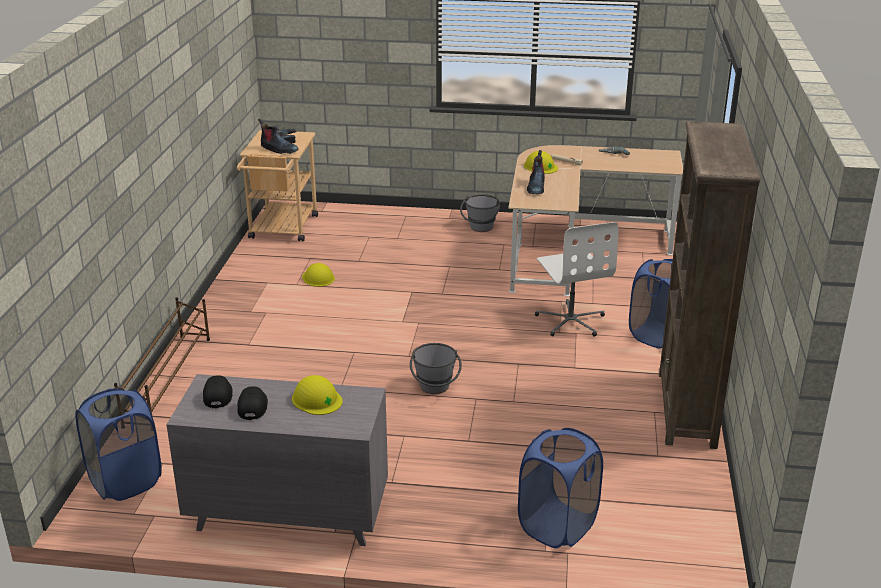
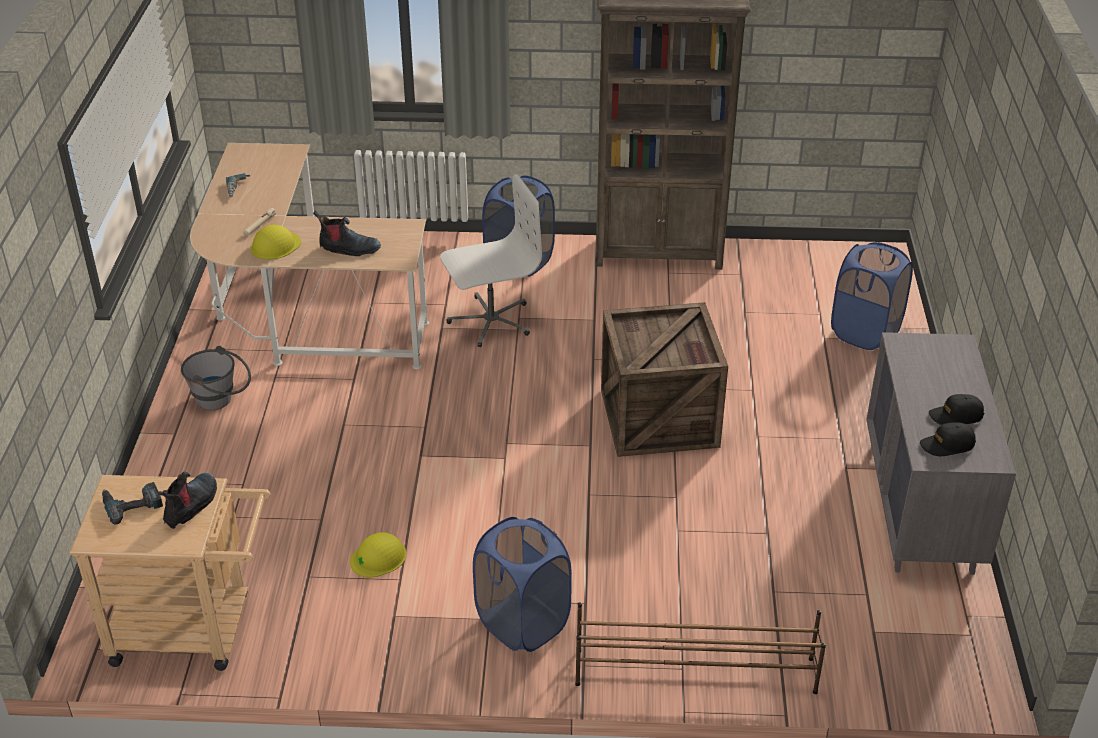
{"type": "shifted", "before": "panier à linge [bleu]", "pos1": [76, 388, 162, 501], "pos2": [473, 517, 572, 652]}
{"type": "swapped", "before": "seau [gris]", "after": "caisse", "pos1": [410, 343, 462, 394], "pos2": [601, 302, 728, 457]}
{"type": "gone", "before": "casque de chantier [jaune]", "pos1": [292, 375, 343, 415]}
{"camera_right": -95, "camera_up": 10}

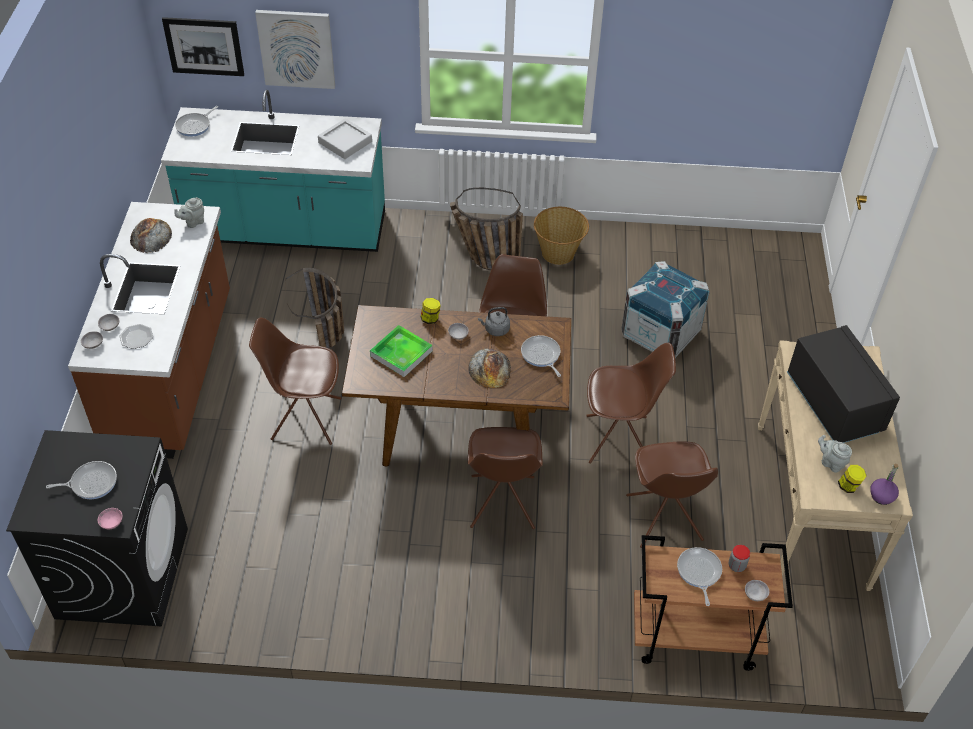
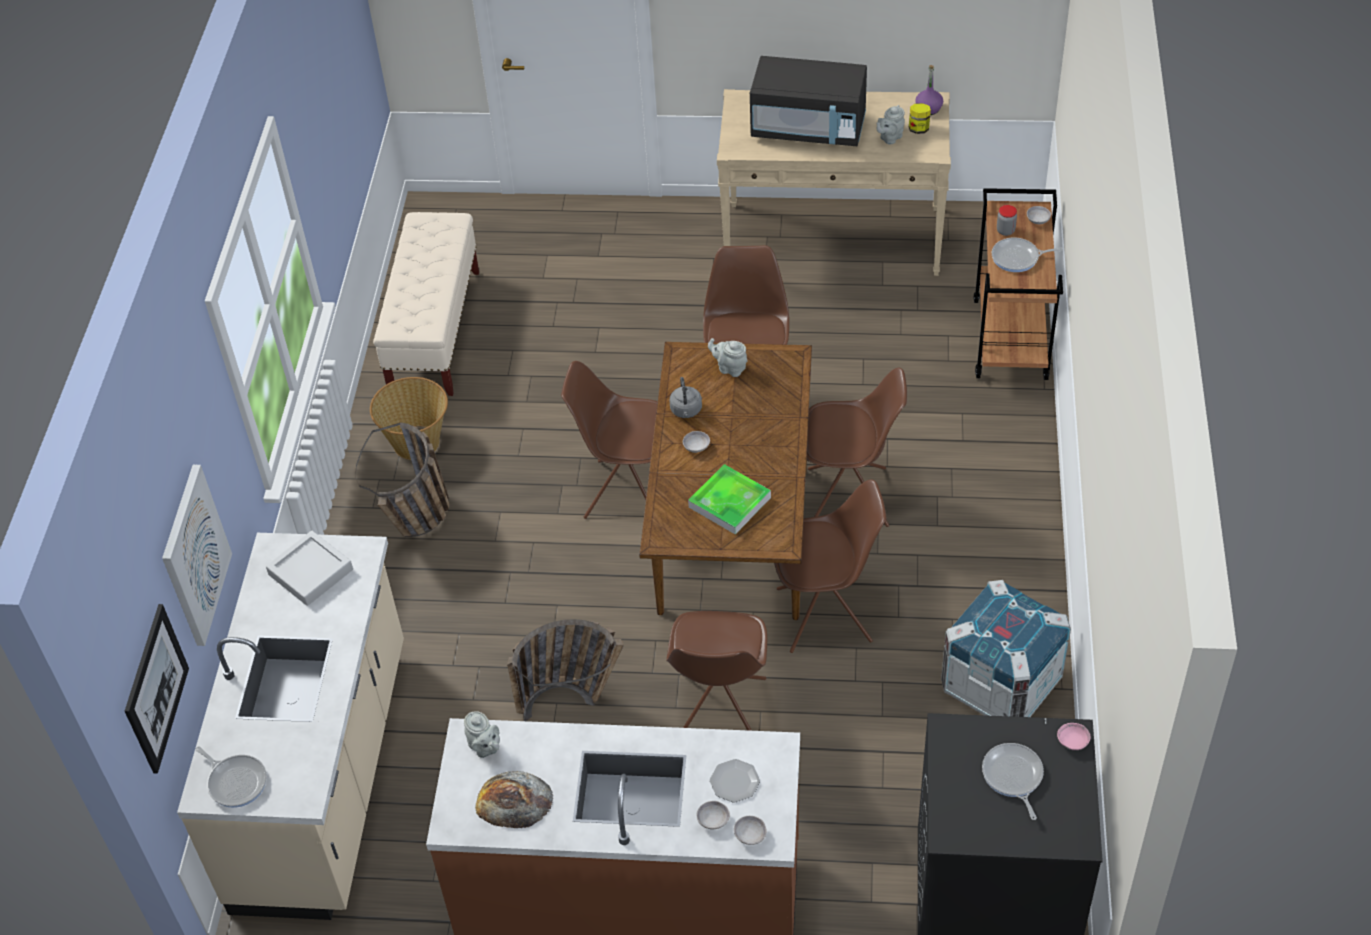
{"type": "repainted", "before": "comptoir de cuisine [turquoise]", "after": "comptoir de cuisine [beige]", "pos1": [161, 90, 385, 252], "pos2": [177, 533, 404, 920]}
{"type": "new", "after": "banc [beige]", "pos2": [373, 212, 479, 396]}
{"type": "swapped", "before": "poêle", "after": "théière [gris]", "pos1": [521, 335, 561, 377], "pos2": [708, 338, 747, 377]}
{"type": "rotated", "before": "micro-ondes [noir]", "pos1": [787, 325, 900, 443], "pos2": [750, 56, 867, 146], "turn": -150}
{"type": "shifted", "before": "chaise [marron]", "pos1": [626, 441, 718, 548], "pos2": [774, 479, 887, 653]}
{"type": "shifted", "before": "caisse", "pos1": [621, 261, 710, 358], "pos2": [941, 580, 1071, 717]}
{"type": "gone", "before": "bocal", "pos1": [421, 298, 440, 324]}
{"type": "gone", "before": "pain", "pos1": [468, 348, 511, 388]}
{"camera_right": -85, "camera_up": 0}

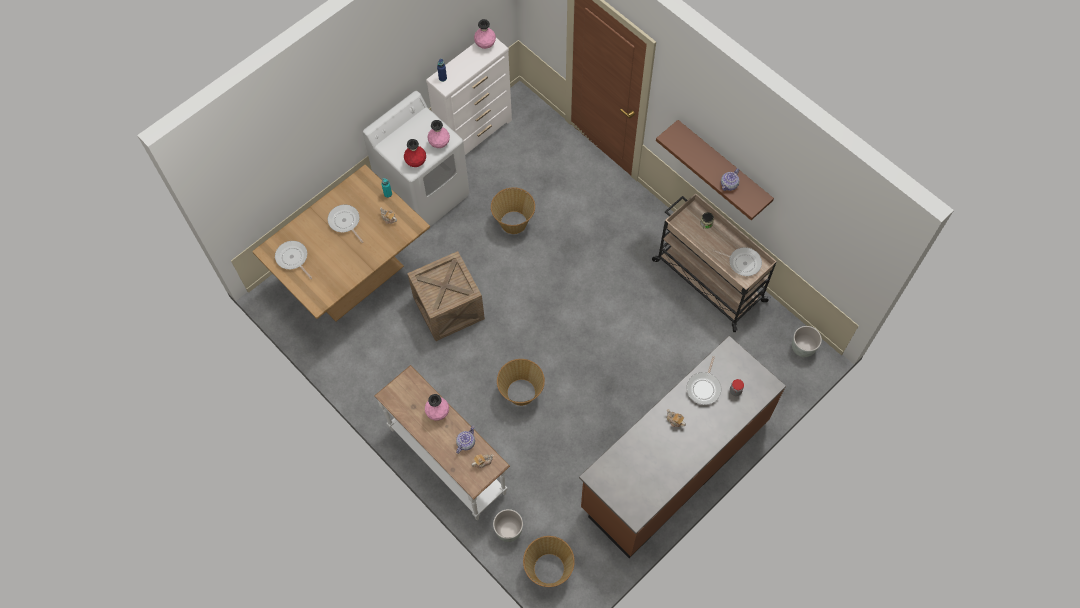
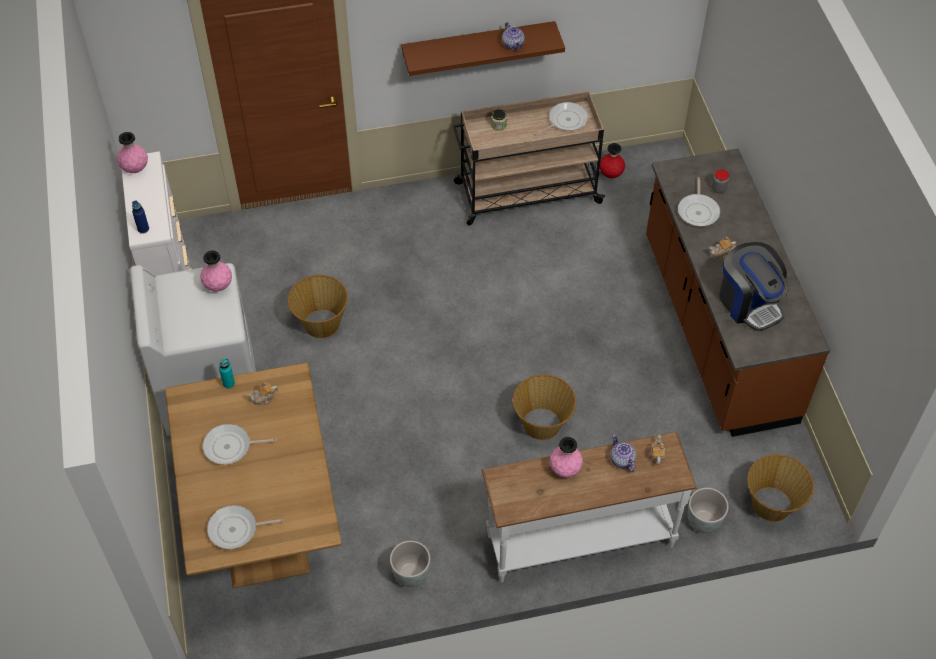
{"type": "shifted", "before": "cache-pot [gris]", "pos1": [792, 326, 822, 357], "pos2": [390, 541, 430, 587]}
{"type": "shifted", "before": "vase [rouge]", "pos1": [404, 139, 426, 167], "pos2": [600, 143, 625, 178]}
{"type": "rotated", "before": "poêle", "pos1": [687, 356, 721, 405], "pos2": [678, 177, 720, 226], "turn": 45}
{"type": "new", "after": "machine à café", "pos2": [719, 242, 789, 331]}
{"type": "gone", "before": "caisse", "pos1": [407, 251, 485, 341]}
{"camera_right": -60, "camera_up": -10}

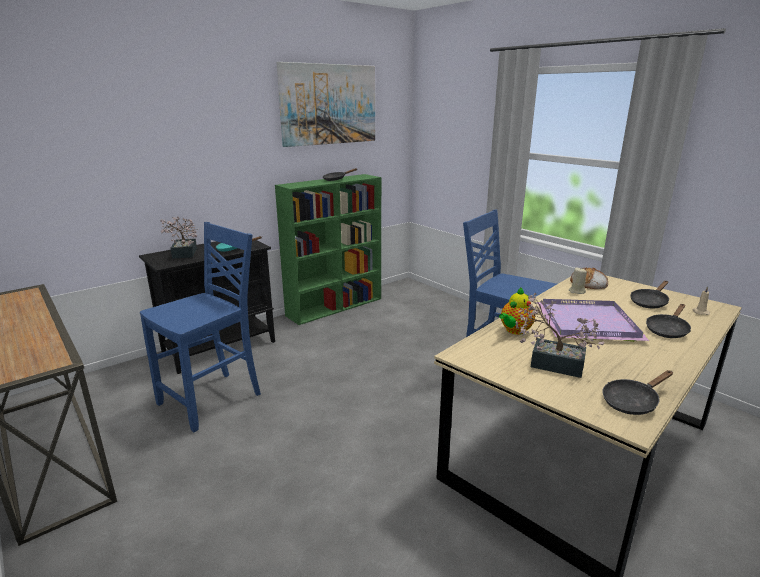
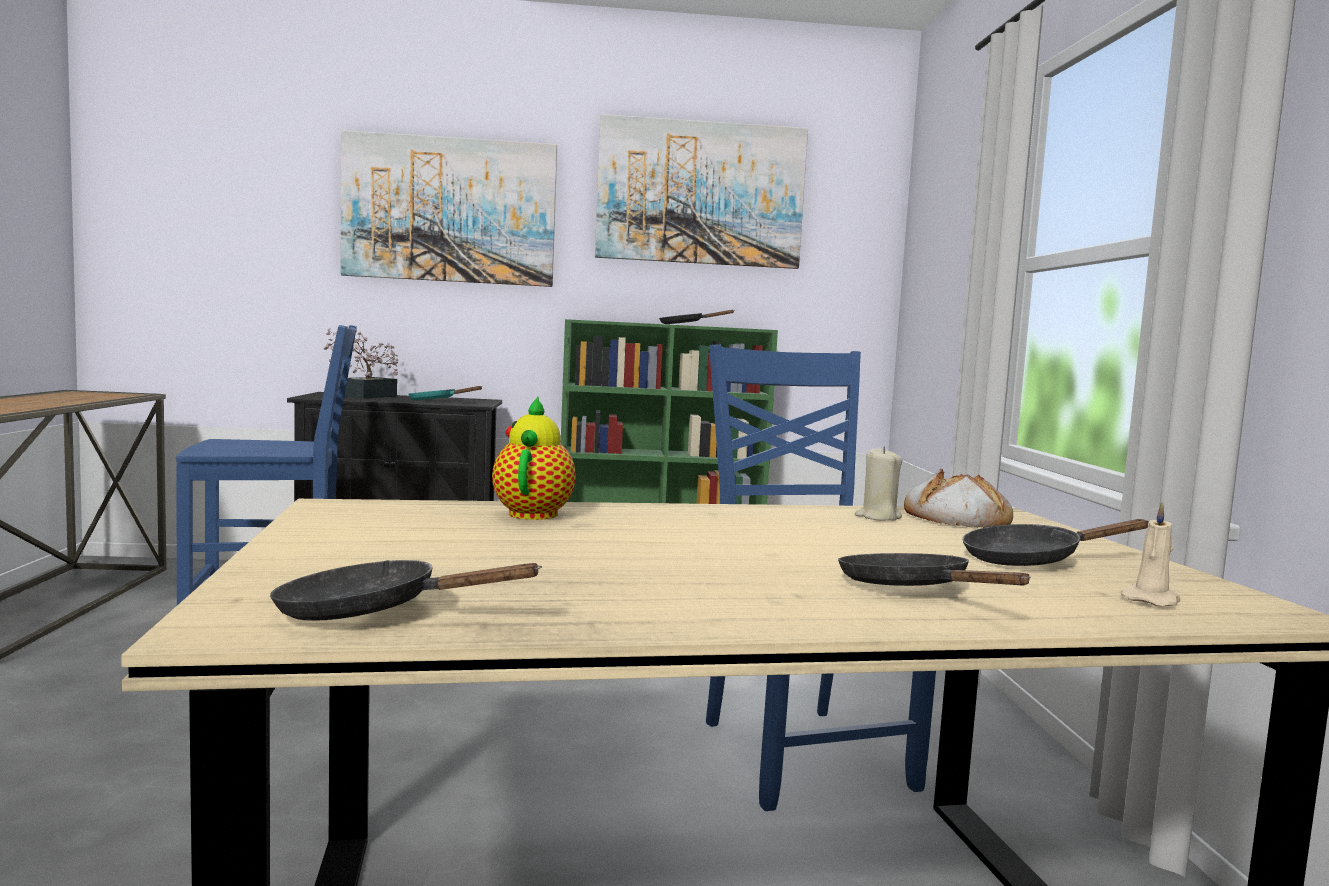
{"type": "new", "after": "tableau", "pos2": [340, 130, 557, 287]}
{"type": "rotated", "before": "théière", "pos1": [499, 287, 535, 335], "pos2": [492, 397, 576, 520], "turn": 105}
{"type": "rotated", "before": "poêle [noir]", "pos1": [646, 304, 691, 338], "pos2": [838, 553, 1031, 586], "turn": 75}
{"type": "gone", "before": "plante en pot", "pos1": [516, 293, 605, 378]}
{"type": "gone", "before": "plateau [violet]", "pos1": [537, 299, 650, 342]}
{"camera_right": 35, "camera_up": -15}

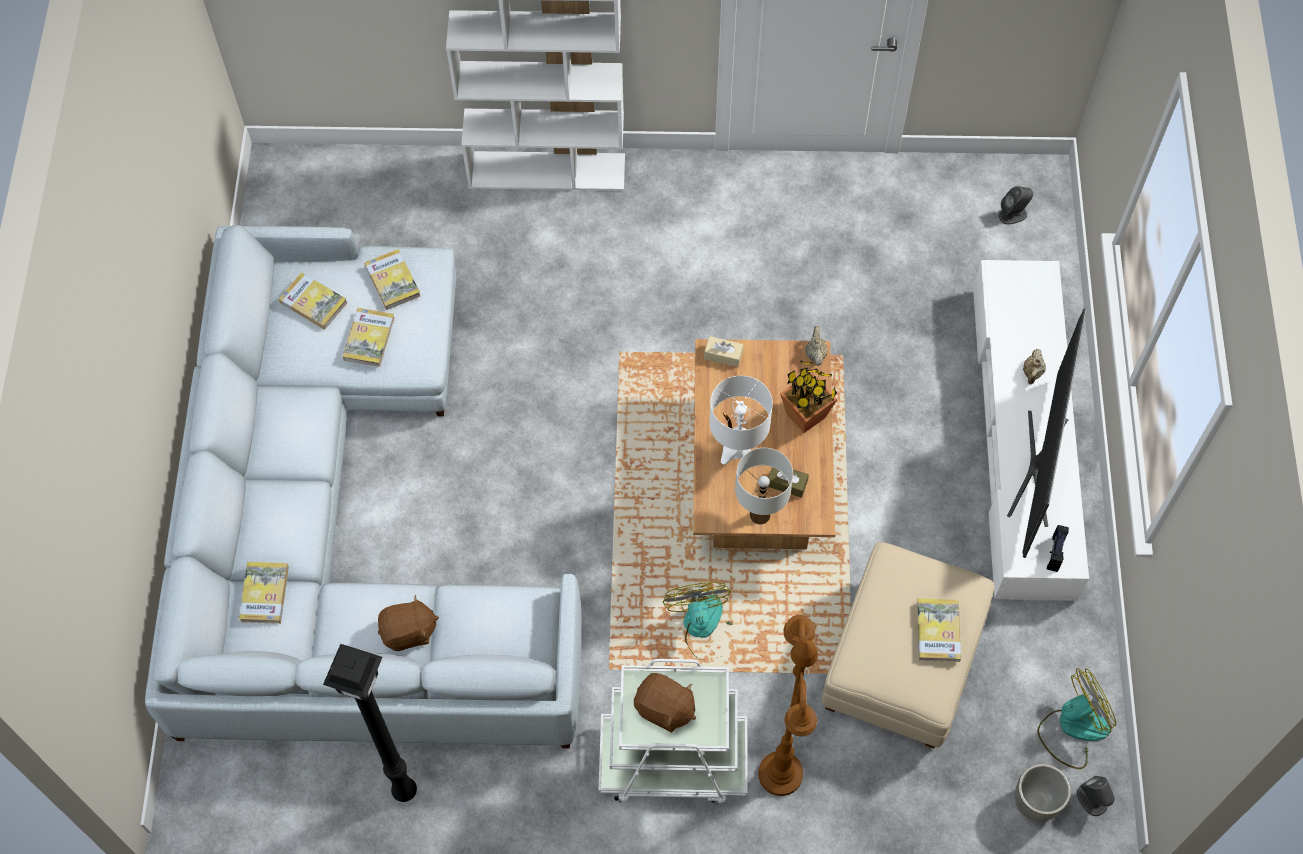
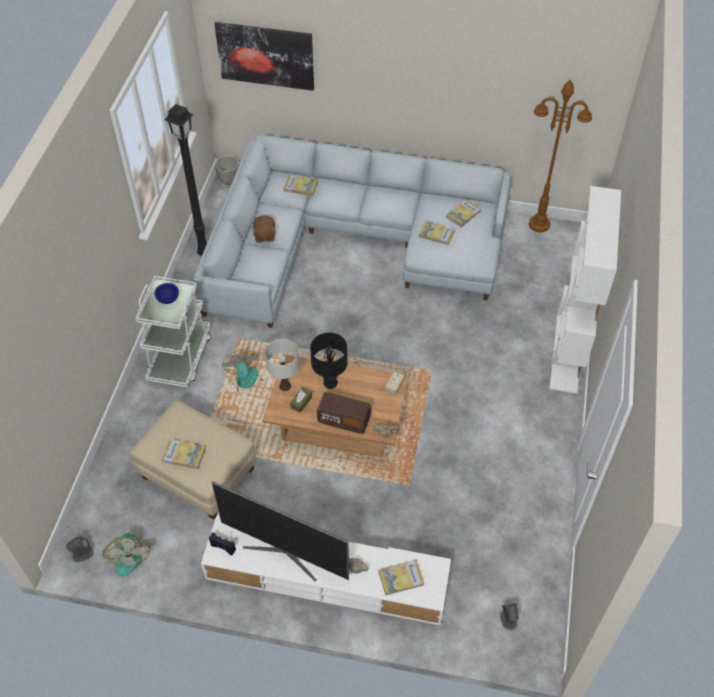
{"type": "swapped", "before": "peluche [marron]", "after": "bol [bleu]", "pos1": [634, 673, 696, 733], "pos2": [154, 283, 179, 304]}
{"type": "new", "after": "tableau", "pos2": [214, 22, 314, 91]}
{"type": "shifted", "before": "cache-pot", "pos1": [1015, 764, 1071, 822], "pos2": [215, 156, 239, 185]}
{"type": "rotated", "before": "ventilateur", "pos1": [663, 582, 733, 660], "pos2": [222, 350, 264, 399], "turn": -105}
{"type": "repainted", "before": "lampe de table [blanc]", "after": "lampe de table [noir]", "pos1": [709, 375, 773, 465], "pos2": [310, 333, 348, 389]}
{"type": "swapped", "before": "plante en pot", "after": "radio", "pos1": [780, 361, 837, 433], "pos2": [317, 392, 371, 434]}
{"type": "shifted", "before": "livre", "pos1": [364, 249, 421, 310], "pos2": [378, 560, 424, 595]}
{"type": "shifted", "before": "lampadaire [marron]", "pos1": [758, 615, 818, 796], "pos2": [529, 80, 592, 232]}
{"camera_right": 100, "camera_up": -10}

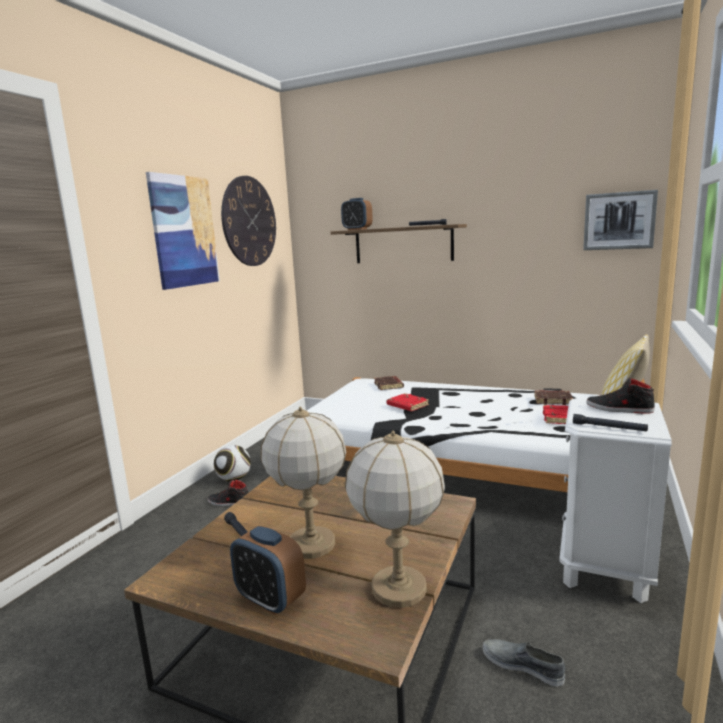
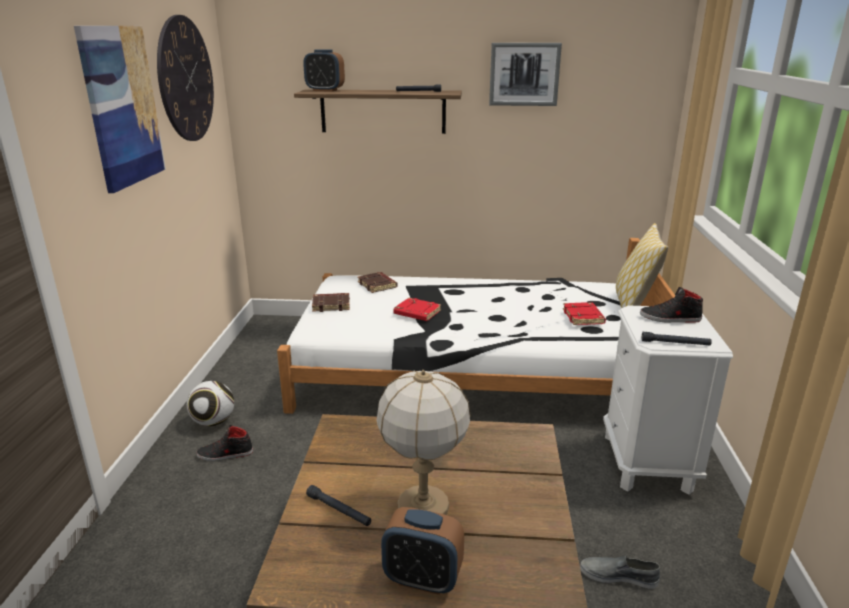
{"type": "shifted", "before": "livre [marron]", "pos1": [534, 390, 573, 405], "pos2": [312, 293, 350, 312]}
{"type": "shifted", "before": "tableau", "pos1": [583, 190, 658, 250], "pos2": [489, 43, 562, 106]}
{"type": "gone", "before": "lampe de table", "pos1": [345, 431, 445, 608]}
{"camera_right": -20, "camera_up": 10}

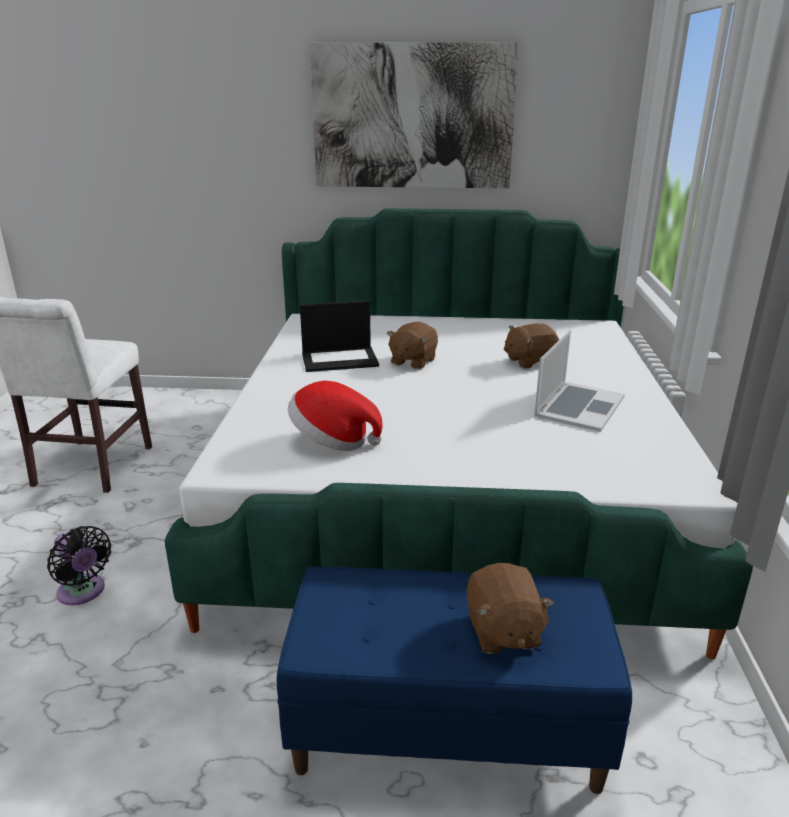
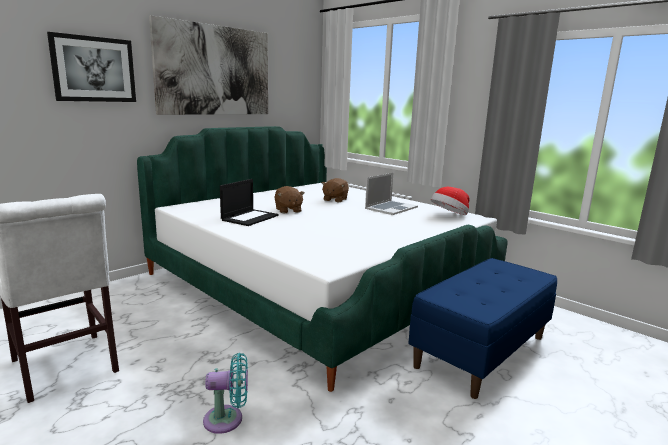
{"type": "new", "after": "tableau", "pos2": [47, 32, 136, 102]}
{"type": "repainted", "before": "ventilateur [noir]", "after": "ventilateur [turquoise]", "pos1": [47, 526, 111, 605], "pos2": [203, 353, 248, 434]}
{"type": "rotated", "before": "ordinateur portable", "pos1": [534, 330, 625, 432], "pos2": [365, 173, 418, 215], "turn": 60}
{"type": "shifted", "before": "chapeau", "pos1": [288, 381, 383, 451], "pos2": [431, 187, 470, 215]}
{"type": "gone", "before": "peluche [marron]", "pos1": [466, 563, 554, 654]}
{"camera_right": -50, "camera_up": -10}

